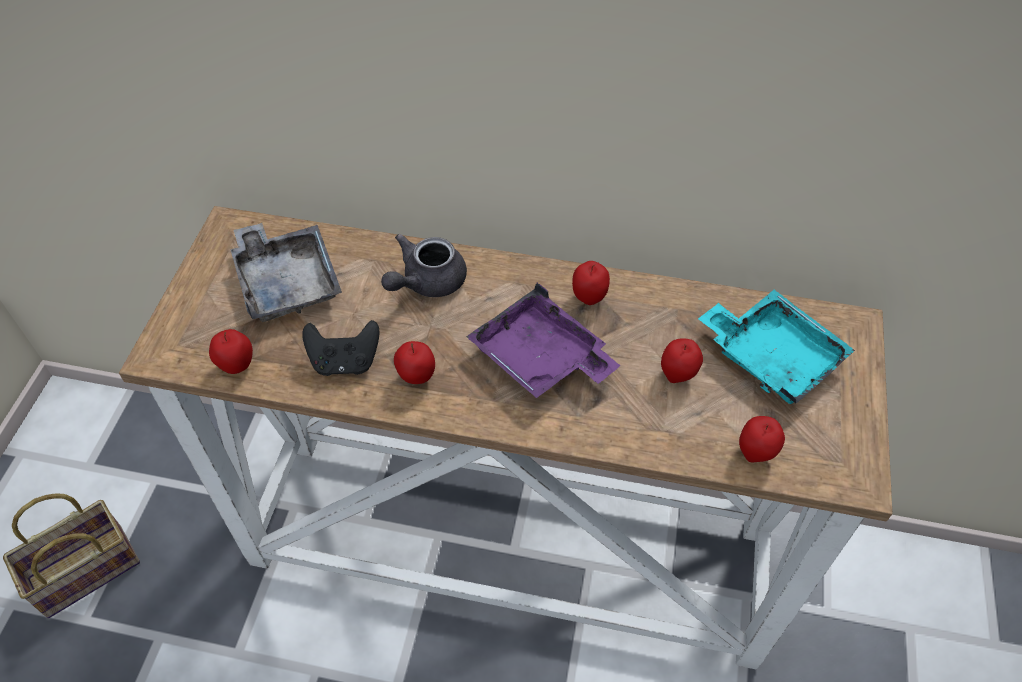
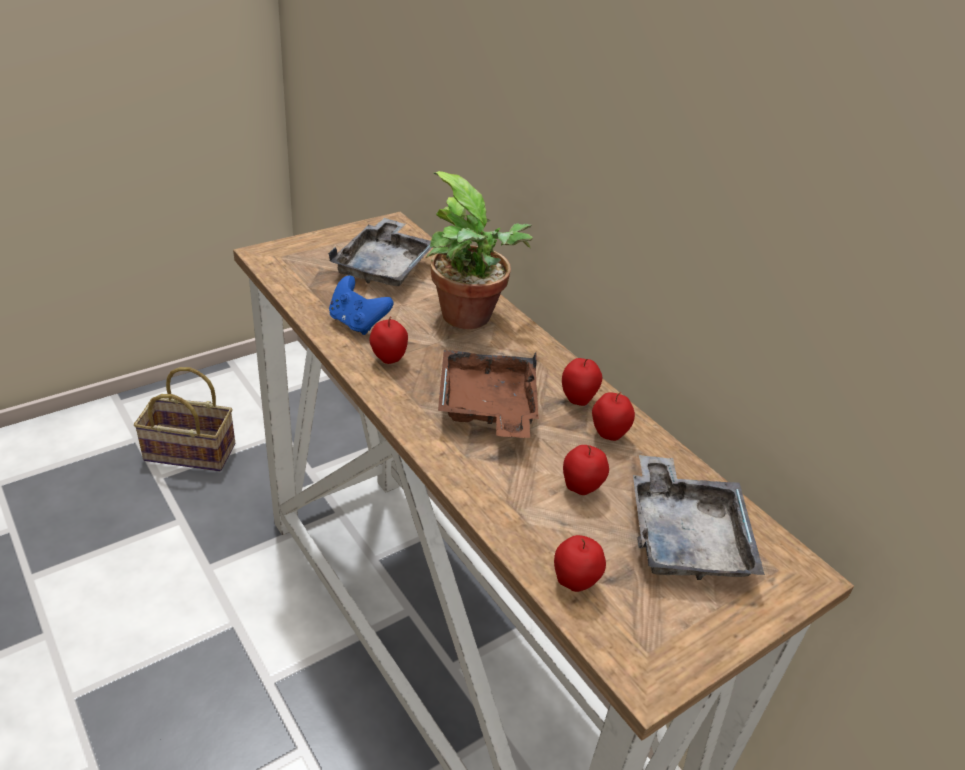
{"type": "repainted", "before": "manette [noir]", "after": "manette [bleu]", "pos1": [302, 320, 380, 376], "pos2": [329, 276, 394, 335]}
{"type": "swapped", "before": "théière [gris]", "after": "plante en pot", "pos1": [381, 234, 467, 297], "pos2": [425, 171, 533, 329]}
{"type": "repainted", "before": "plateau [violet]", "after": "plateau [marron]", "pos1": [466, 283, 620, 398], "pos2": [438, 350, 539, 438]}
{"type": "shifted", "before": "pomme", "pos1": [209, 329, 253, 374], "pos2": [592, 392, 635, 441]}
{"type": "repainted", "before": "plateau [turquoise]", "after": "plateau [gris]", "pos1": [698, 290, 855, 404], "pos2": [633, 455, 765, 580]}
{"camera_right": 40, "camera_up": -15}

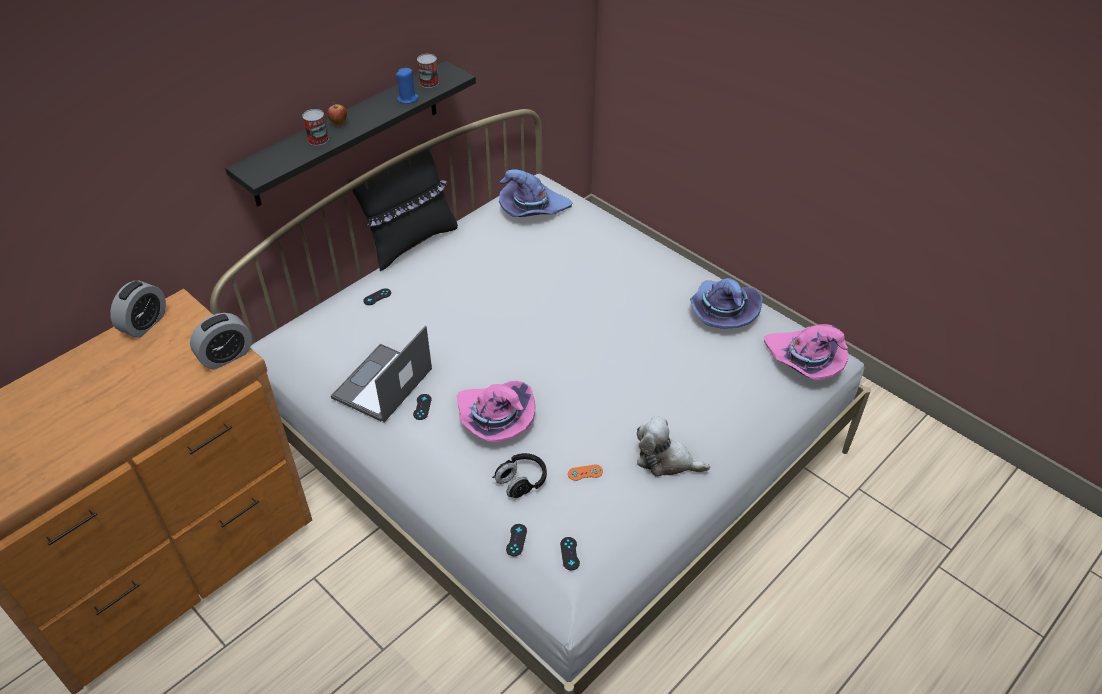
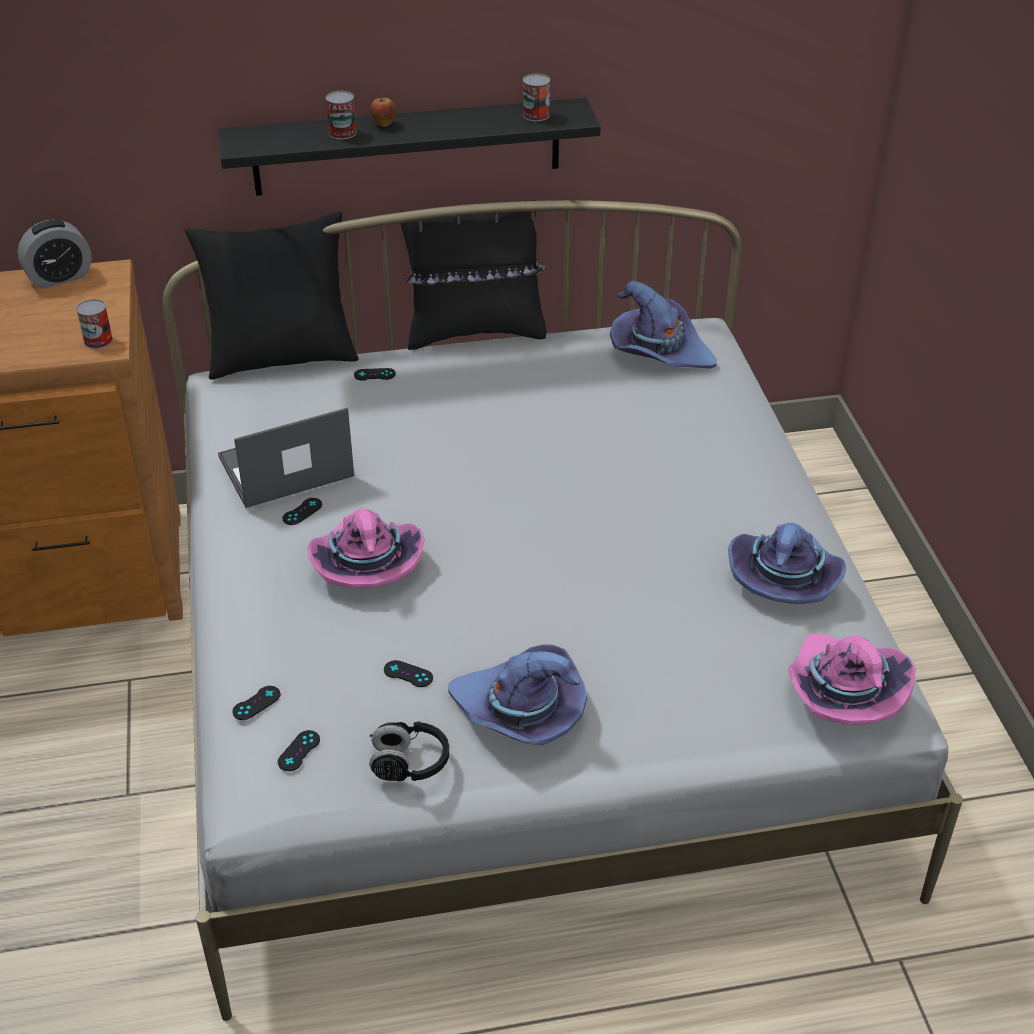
{"type": "swapped", "before": "réveil", "after": "boîte métallique", "pos1": [190, 313, 252, 370], "pos2": [76, 299, 113, 349]}
{"type": "new", "after": "coussin [noir]", "pos2": [185, 212, 359, 379]}
{"type": "shifted", "before": "casque audio [noir]", "pos1": [492, 453, 547, 498], "pos2": [369, 721, 449, 781]}
{"type": "repainted", "before": "manette [orange]", "after": "manette [noir]", "pos1": [568, 465, 603, 481], "pos2": [384, 660, 433, 687]}
{"type": "swapped", "before": "peluche", "after": "chapeau [violet]", "pos1": [637, 416, 710, 477], "pos2": [448, 645, 587, 745]}
{"type": "gone", "before": "bougie [bleu]", "pos1": [396, 68, 419, 104]}
{"camera_right": 35, "camera_up": -5}

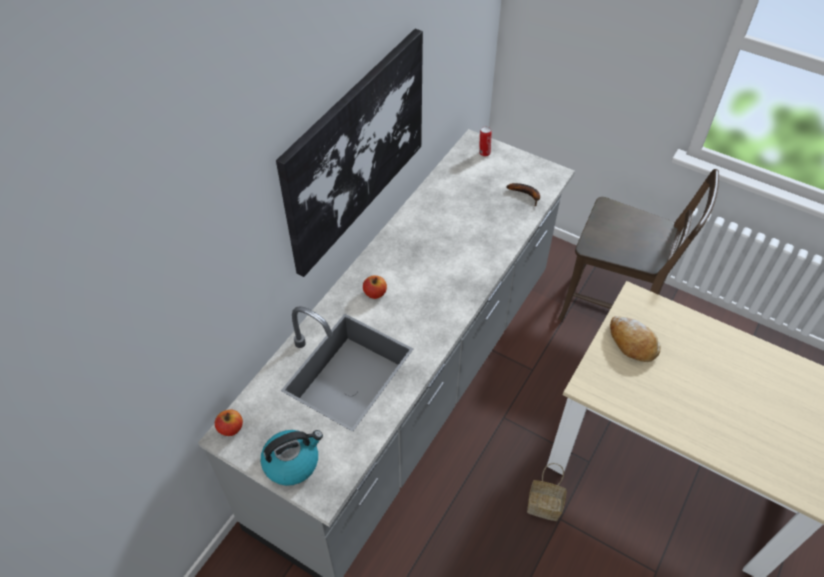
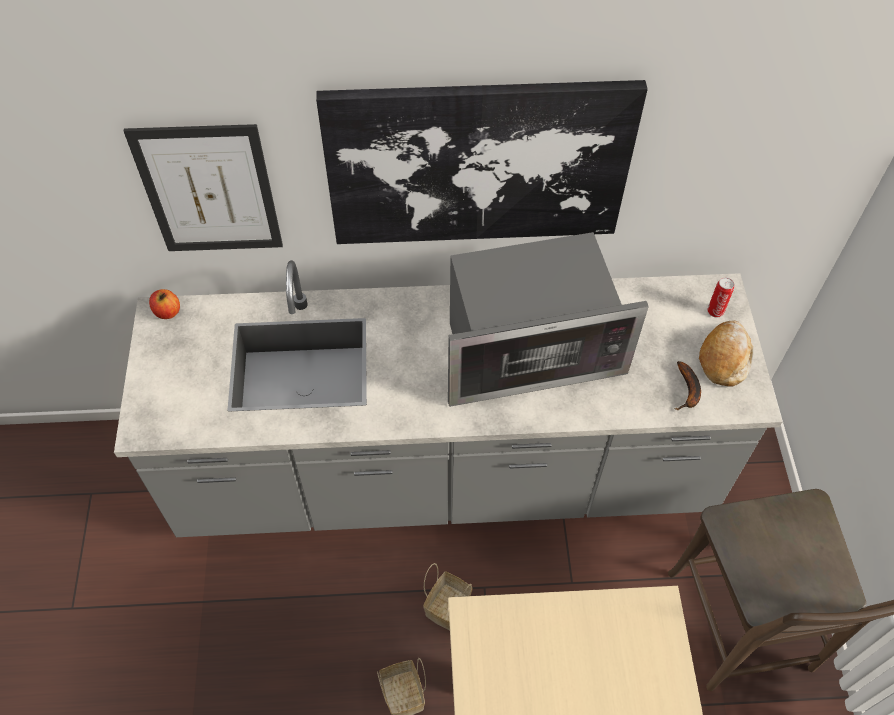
{"type": "new", "after": "tableau", "pos2": [124, 124, 283, 251]}
{"type": "new", "after": "panier", "pos2": [423, 563, 472, 631]}
{"type": "new", "after": "micro-ondes", "pos2": [448, 232, 649, 407]}
{"type": "shifted", "before": "pain", "pos1": [610, 316, 661, 362], "pos2": [699, 321, 753, 387]}
{"type": "gone", "before": "bouilloire", "pos1": [261, 430, 323, 486]}
{"type": "gone", "before": "pomme", "pos1": [363, 276, 387, 299]}
{"camera_right": 55, "camera_up": 5}

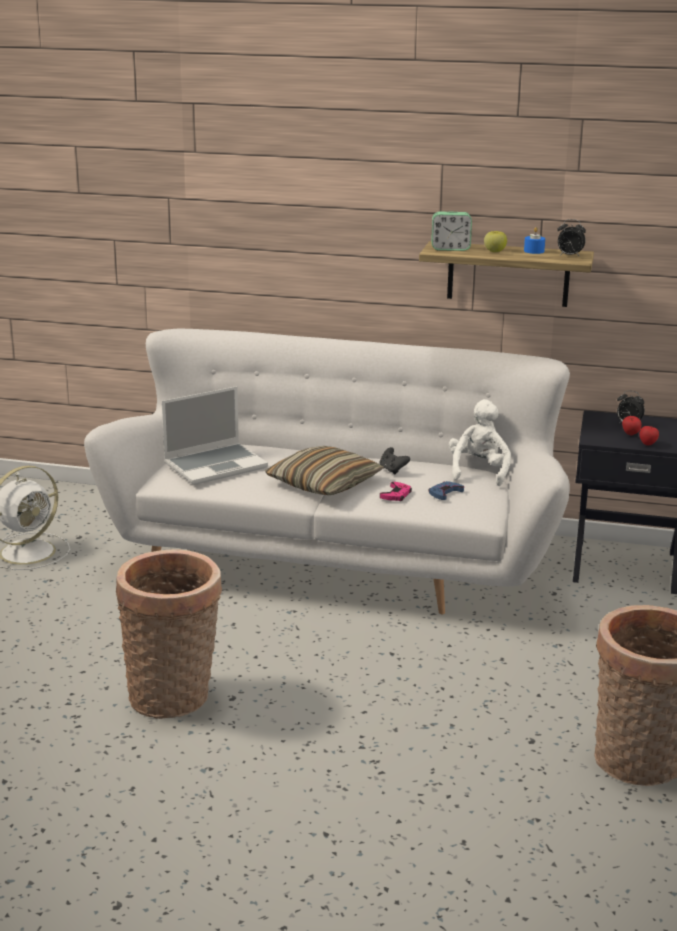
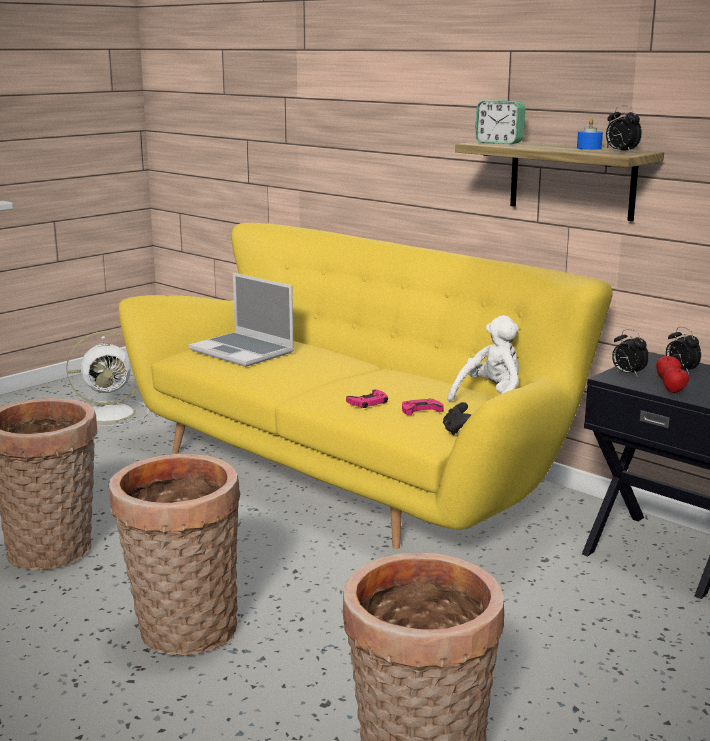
{"type": "new", "after": "panier", "pos2": [109, 454, 240, 656]}
{"type": "repainted", "before": "canapé [blanc]", "after": "canapé [jaune]", "pos1": [84, 328, 570, 614], "pos2": [119, 223, 613, 549]}
{"type": "rotated", "before": "ordinateur portable", "pos1": [162, 386, 268, 485], "pos2": [189, 273, 294, 367], "turn": 45}
{"type": "repainted", "before": "manette [bleu]", "after": "manette [rose]", "pos1": [428, 481, 464, 500], "pos2": [402, 399, 444, 415]}
{"type": "shifted", "before": "manette [noir]", "pos1": [379, 447, 410, 475], "pos2": [443, 402, 471, 435]}
{"type": "new", "after": "réveil", "pos2": [612, 329, 649, 377]}
{"type": "gone", "before": "coussin", "pos1": [265, 446, 384, 495]}
{"type": "gone", "before": "pomme", "pos1": [484, 231, 507, 252]}
{"camera_right": 30, "camera_up": -5}

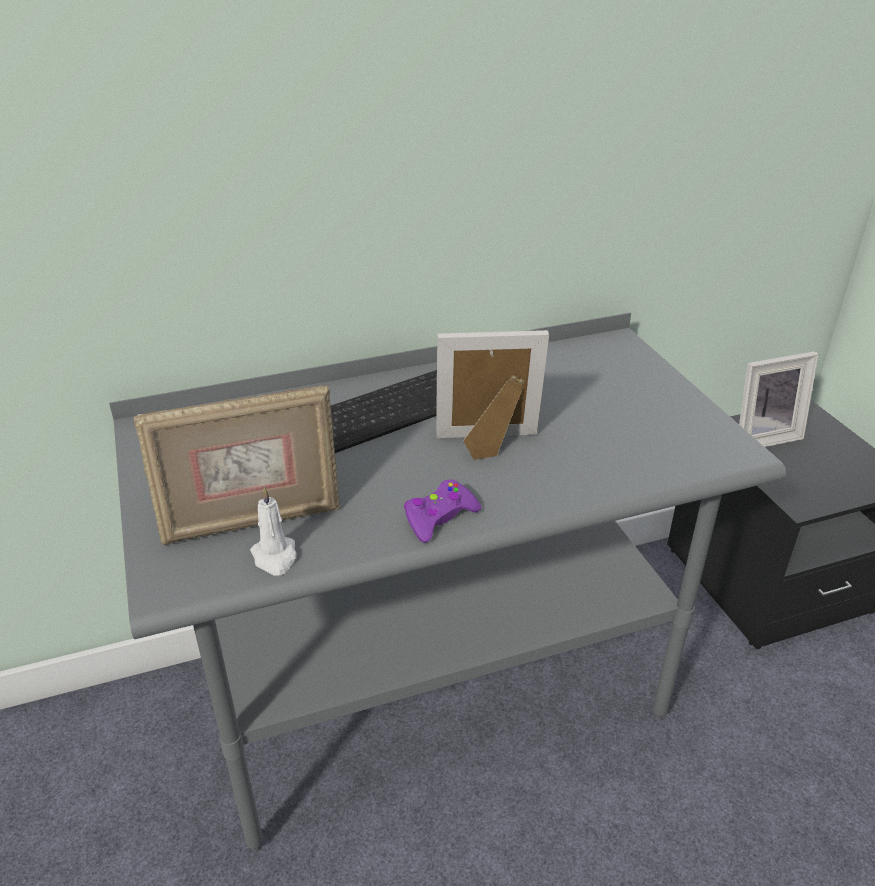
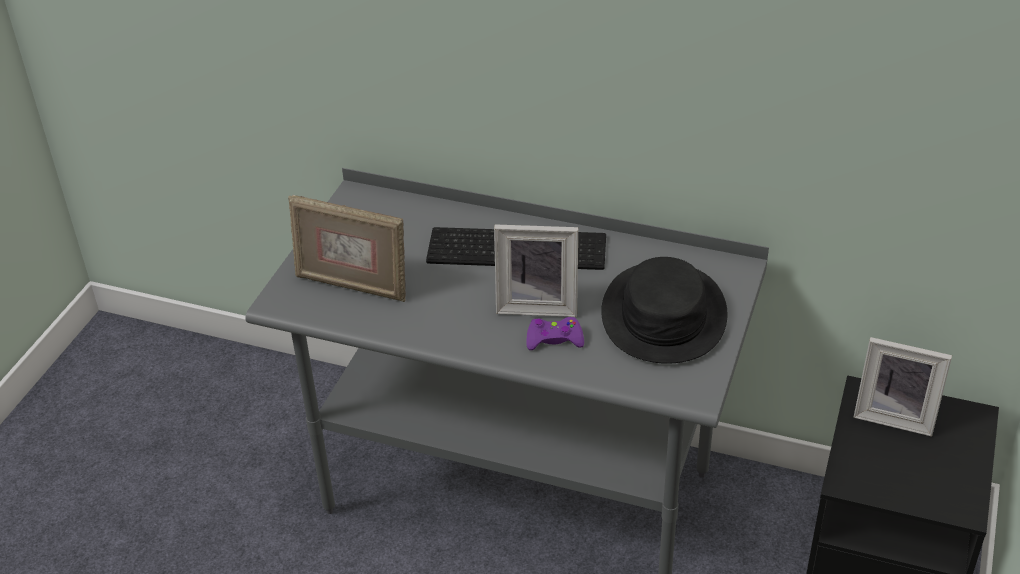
{"type": "rotated", "before": "cadre photo", "pos1": [436, 330, 549, 460], "pos2": [494, 224, 578, 317], "turn": 150}
{"type": "shifted", "before": "manette [violet]", "pos1": [404, 479, 481, 543], "pos2": [526, 317, 584, 350]}
{"type": "new", "after": "chapeau [noir]", "pos2": [601, 257, 728, 364]}
{"type": "gone", "before": "bougie [blanc]", "pos1": [250, 487, 297, 576]}
{"camera_right": 40, "camera_up": 5}

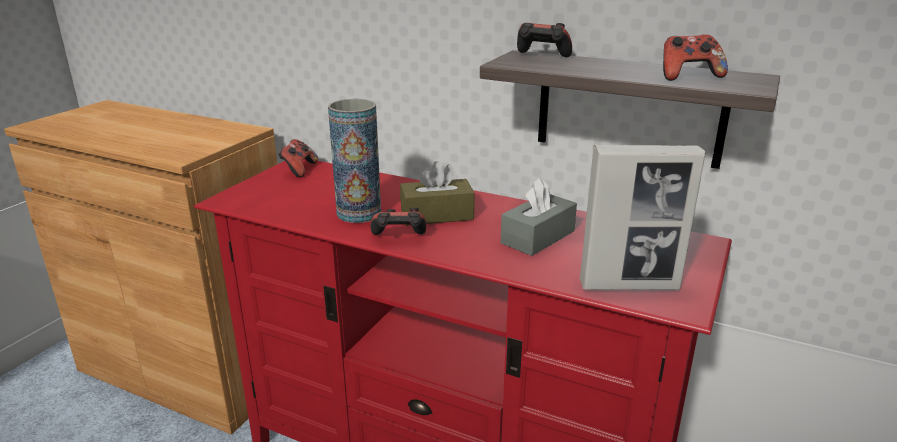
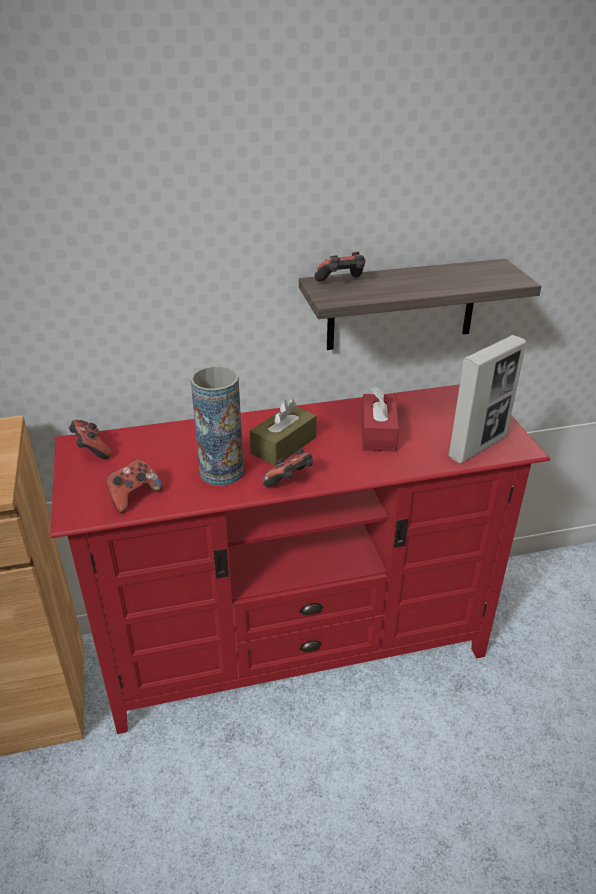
{"type": "shifted", "before": "manette", "pos1": [663, 34, 728, 81], "pos2": [106, 459, 163, 513]}
{"type": "repainted", "before": "boîte à mouchoirs [gris]", "after": "boîte à mouchoirs [rouge]", "pos1": [501, 178, 577, 256], "pos2": [362, 387, 399, 451]}
{"camera_right": -40, "camera_up": 10}

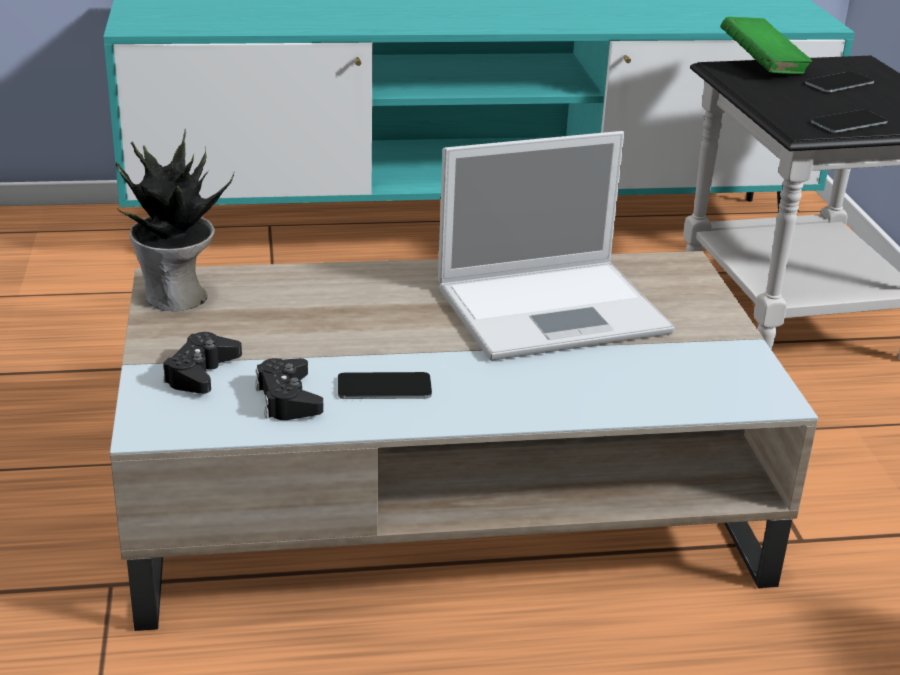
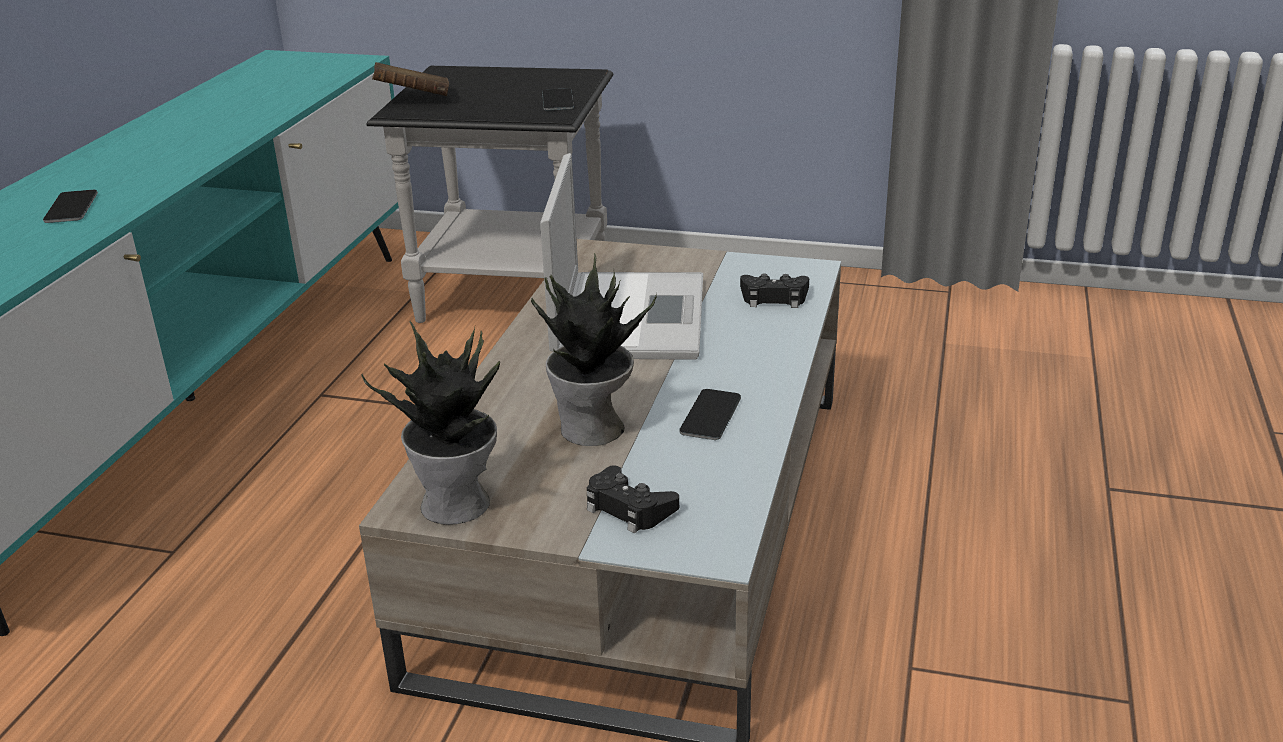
{"type": "shifted", "before": "téléphone", "pos1": [805, 72, 874, 92], "pos2": [43, 190, 98, 223]}
{"type": "repainted", "before": "livre [vert]", "after": "livre [marron]", "pos1": [720, 17, 812, 74], "pos2": [372, 62, 449, 96]}
{"type": "new", "after": "plante en pot", "pos2": [531, 253, 657, 446]}
{"type": "shifted", "before": "manette [noir]", "pos1": [255, 358, 323, 420], "pos2": [740, 273, 809, 308]}
{"camera_right": -65, "camera_up": 0}

